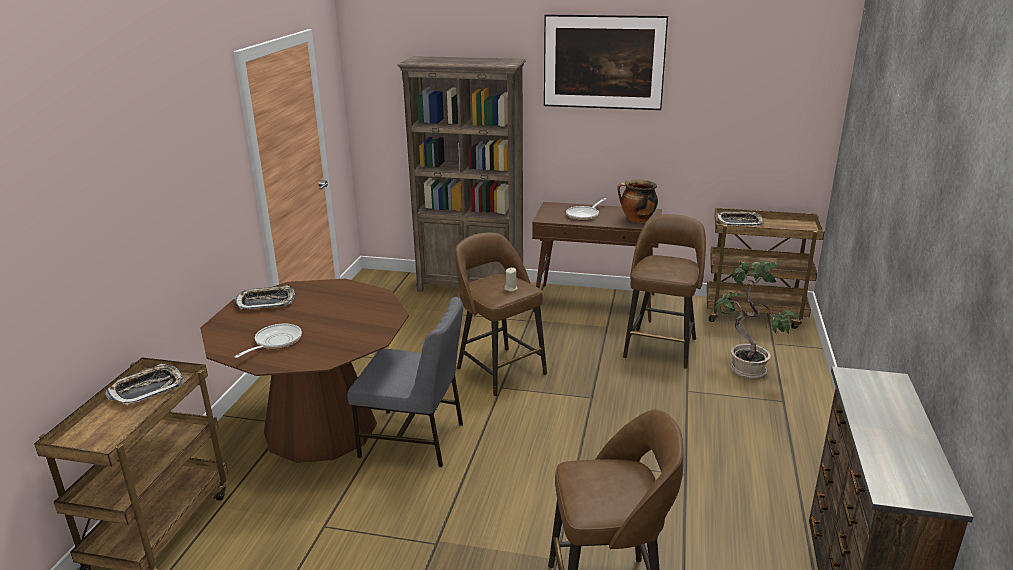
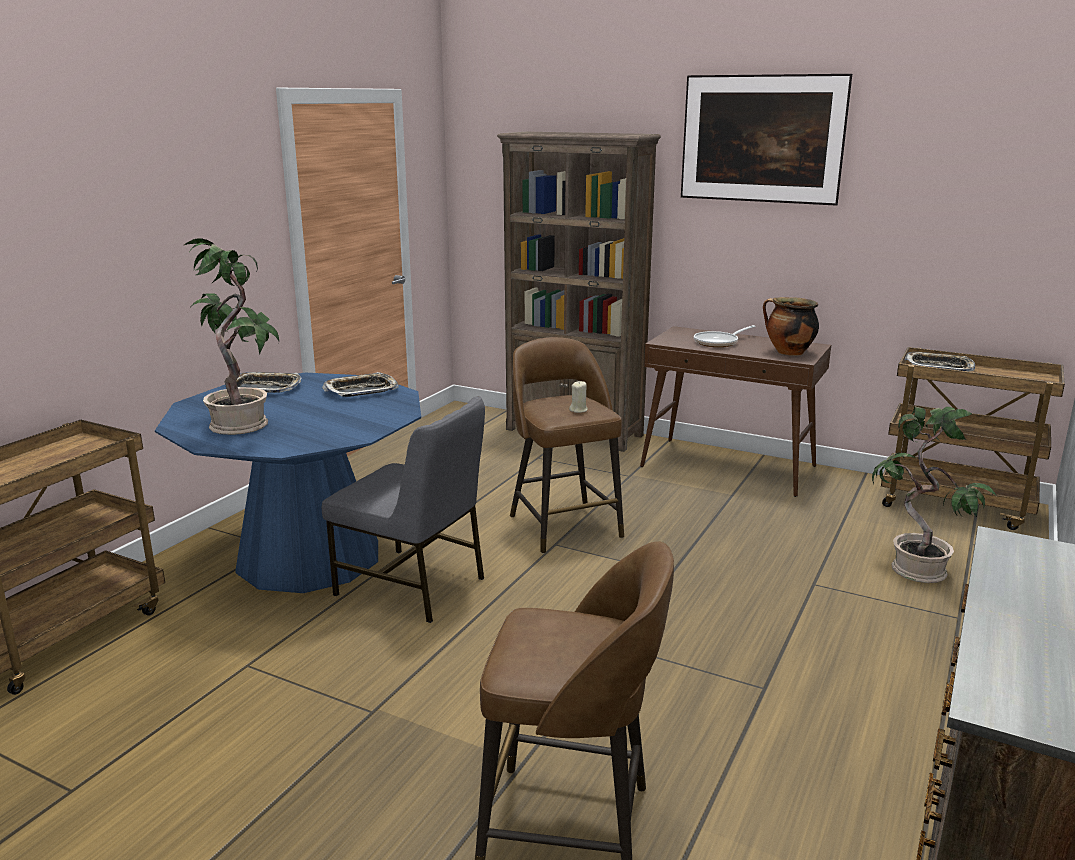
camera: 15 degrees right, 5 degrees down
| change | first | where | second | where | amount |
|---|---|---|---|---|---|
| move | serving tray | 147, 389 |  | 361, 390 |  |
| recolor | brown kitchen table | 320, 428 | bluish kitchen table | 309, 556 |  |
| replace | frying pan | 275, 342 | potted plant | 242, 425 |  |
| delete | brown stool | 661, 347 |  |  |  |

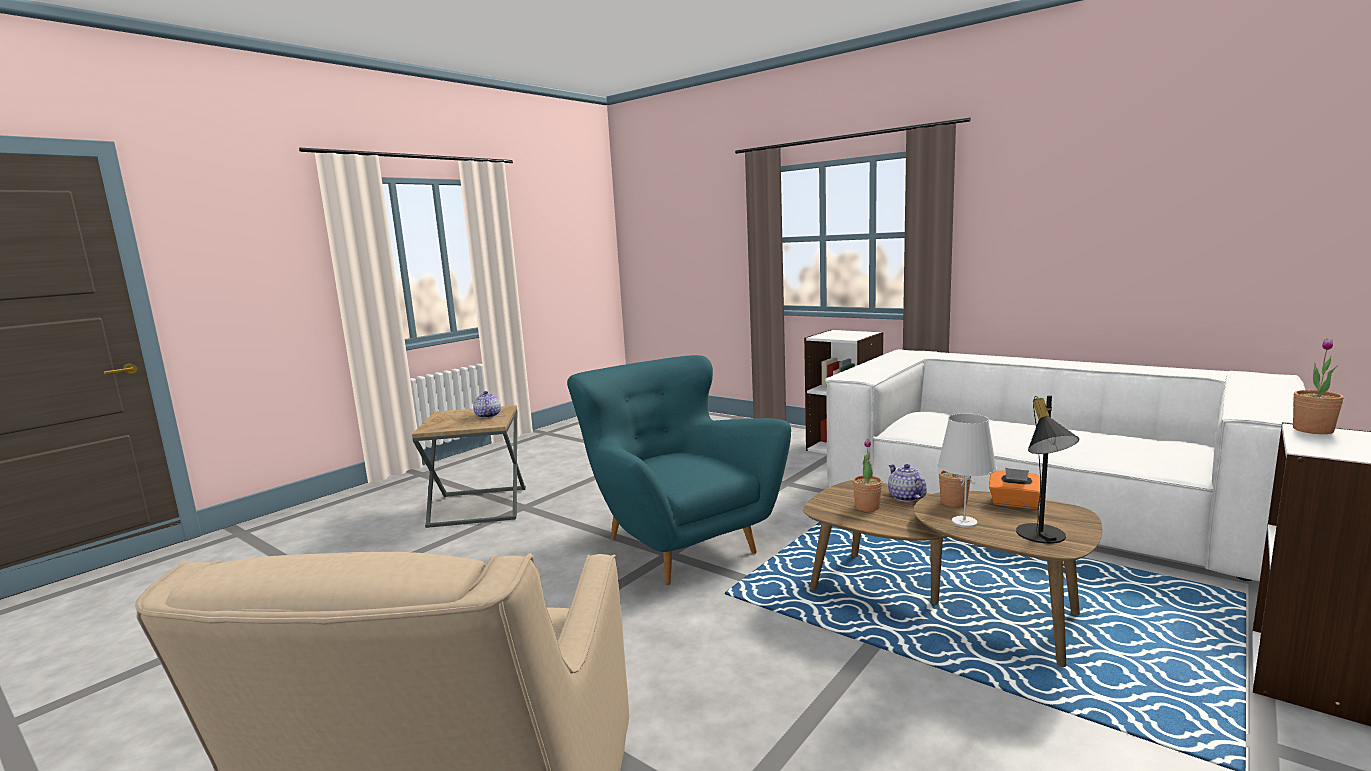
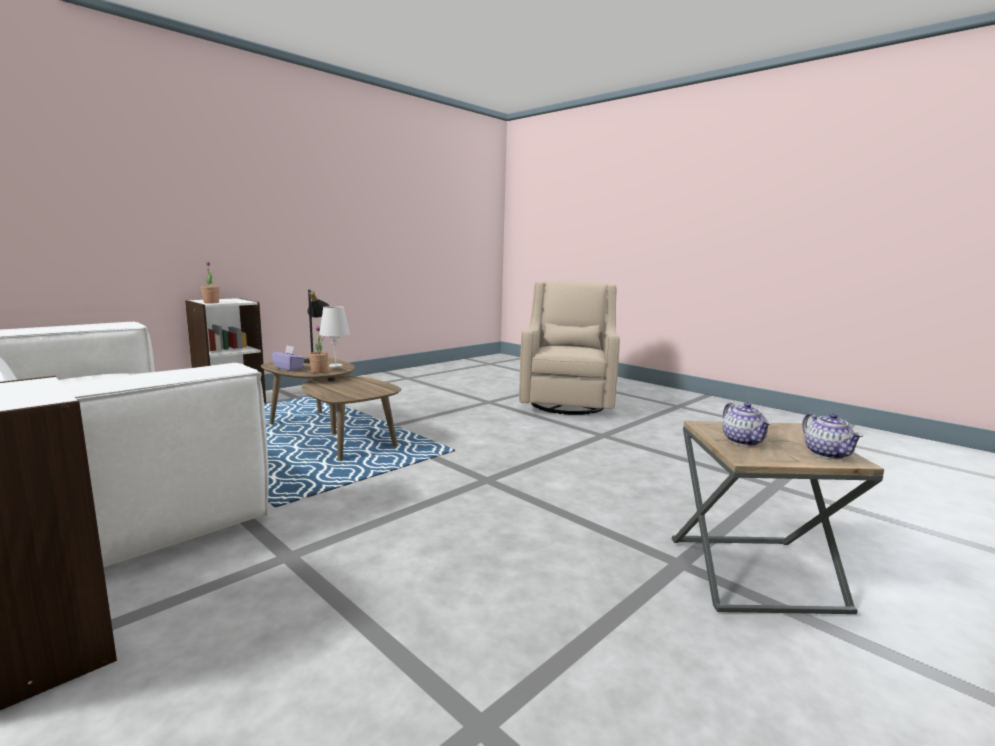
camera: 175 degrees left, 0 degrees up
| change | first | where | second | where | amount |
|---|---|---|---|---|---|
| delete | turquoise armchair | 677, 544 |  |  |  |
| delete | potted plant | 867, 507 |  |  |  |
| move | tea pot | 905, 497 |  | 828, 454 |  |
| recolor | orange tissue holder | 1015, 503 | purplish tissue holder | 289, 368 |  |

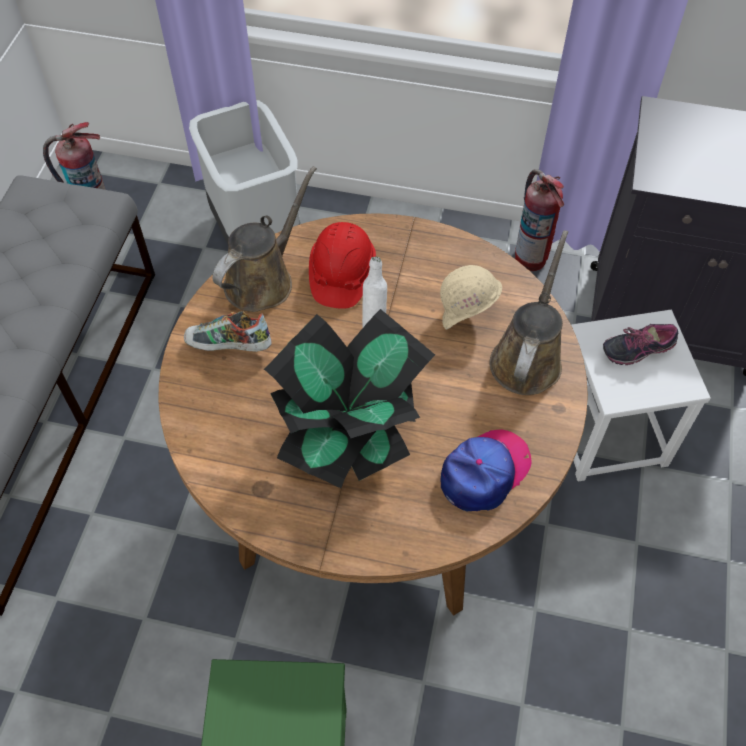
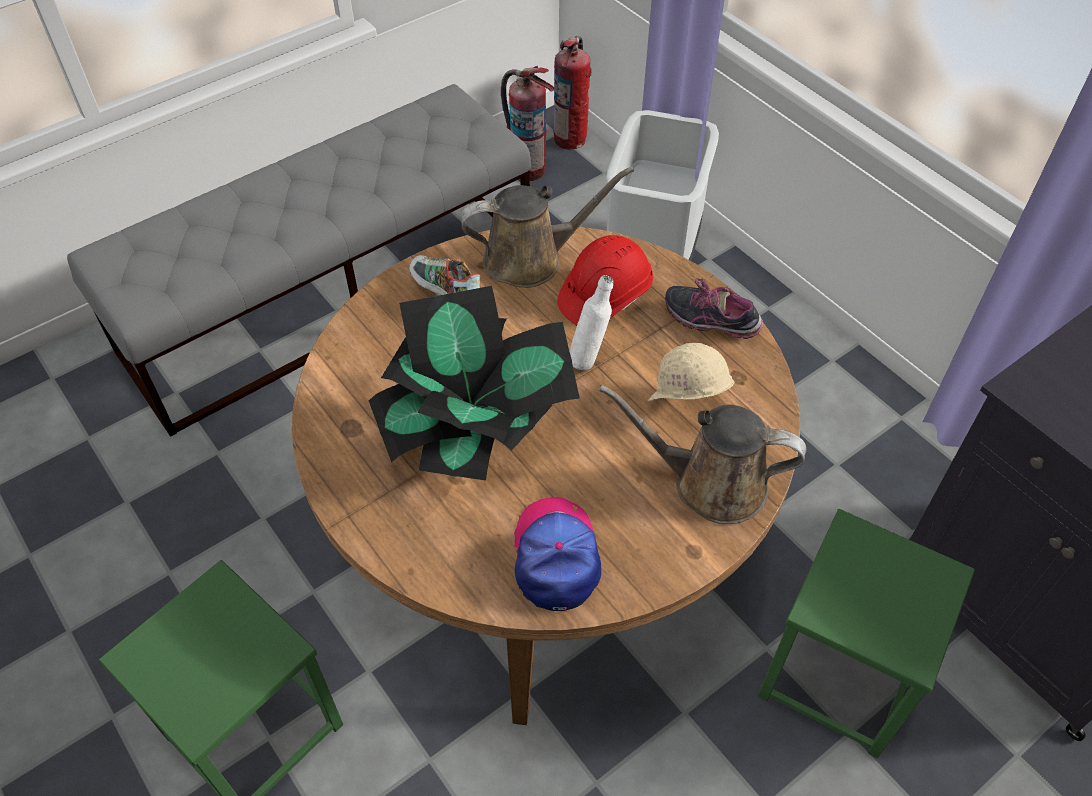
camera: 40 degrees right, 5 degrees down
| change | first | where | second | where | amount |
|---|---|---|---|---|---|
| rotate | cap | 484, 472 |  | 556, 556 | 90 degrees counterclockwise |
| rotate | brown watering pot | 527, 358 |  | 710, 483 | 135 degrees counterclockwise |
| move | extinguisher | 530, 258 |  | 571, 139 |  |
| recolor | white-coloured stool | 609, 432 | green stool | 839, 675 |  |
| move | item of footwear | 637, 350 |  | 711, 321 |  |

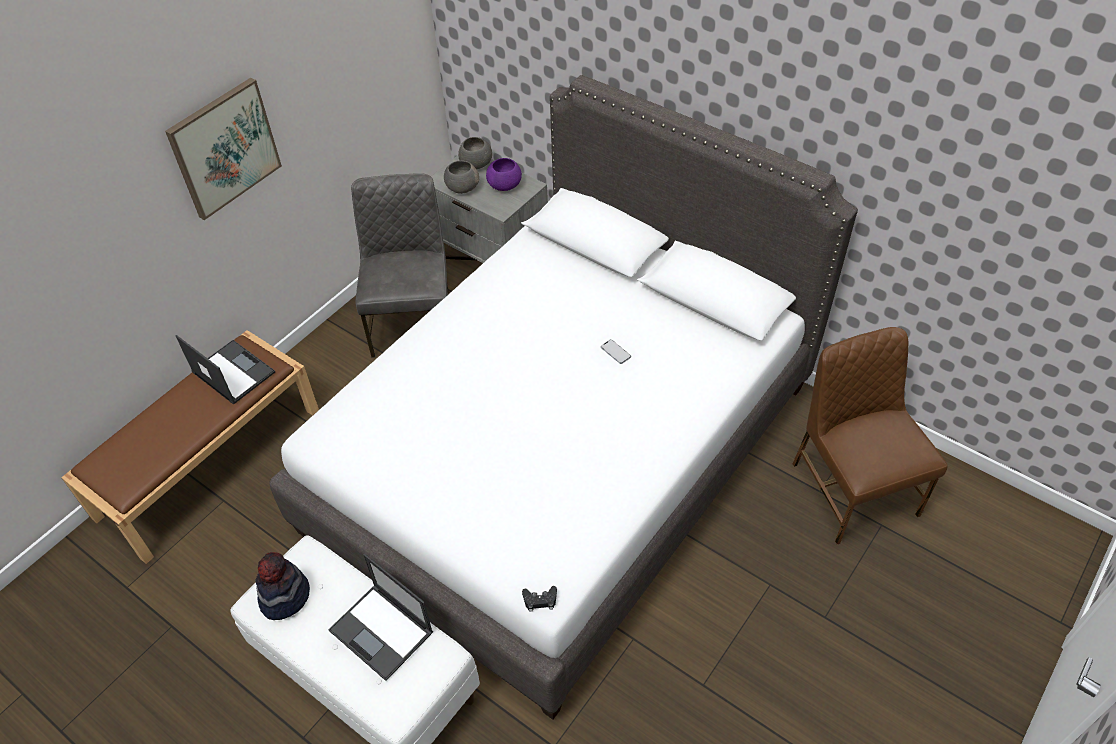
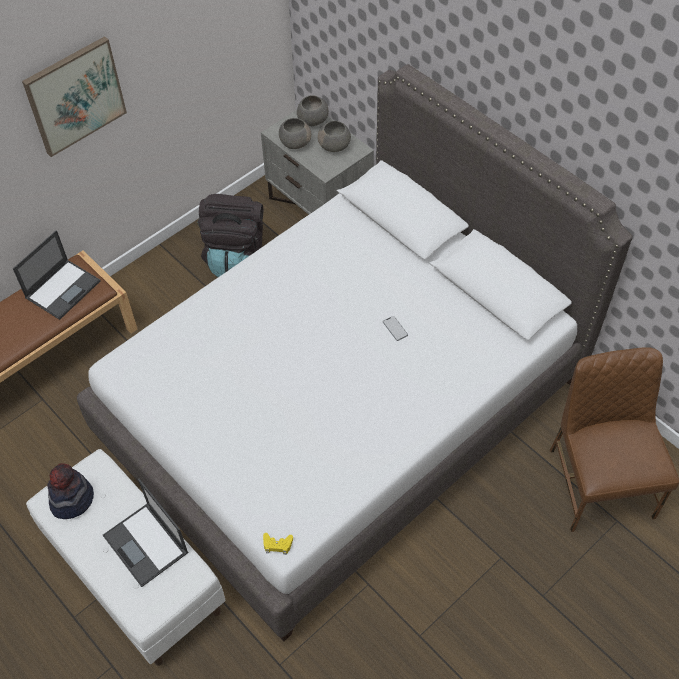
camera: 10 degrees right, 5 degrees up
| change | first | where | second | where | amount |
|---|---|---|---|---|---|
| rotate | laptop | 232, 372 |  | 63, 289 | 75 degrees clockwise |
| replace | grey upright chair | 413, 321 | blackish rucksack | 236, 257 |  |
| recolor | purplish serving bowl | 505, 185 | grey serving bowl | 335, 146 |  |
| recolor | blackish joypad | 540, 600 | yellow joypad | 277, 545 |  |

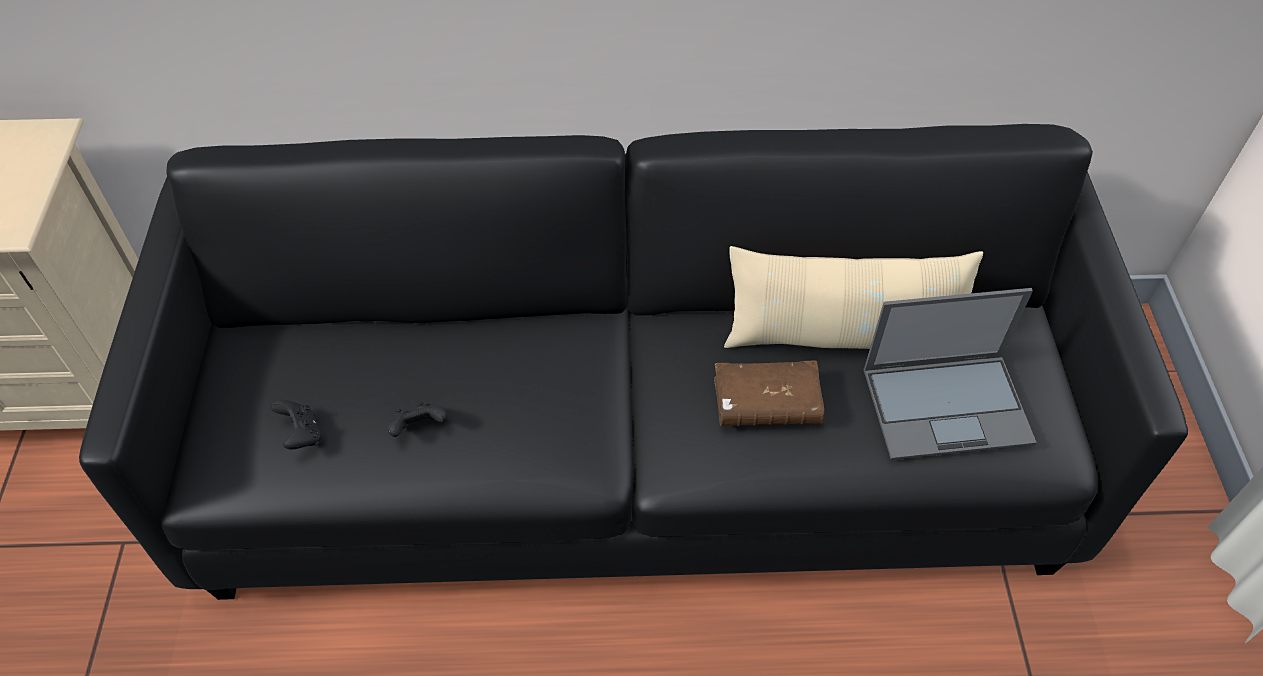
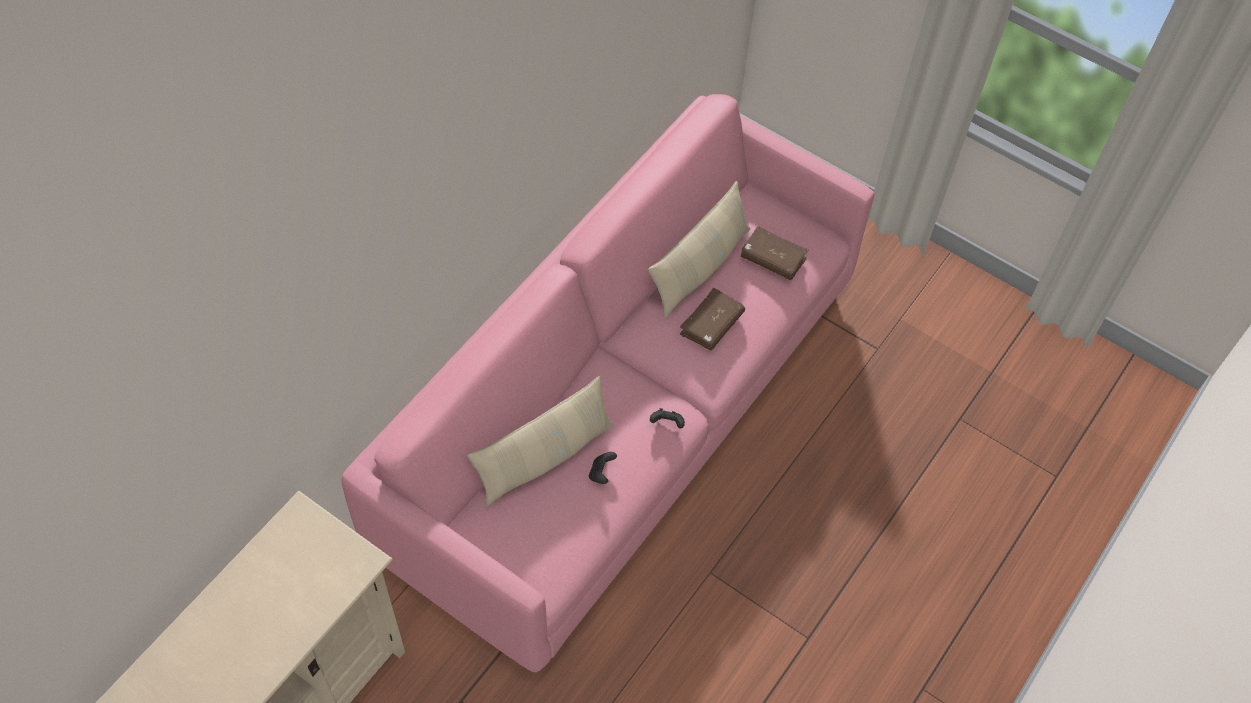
camera: 55 degrees left, 5 degrees up
| change | first | where | second | where | amount |
|---|---|---|---|---|---|
| recolor | blackish settee | 632, 450 | pink-coloured settee | 621, 416 |  |
| move | blackish joypad | 302, 434 |  | 667, 423 |  |
| replace | laptop | 948, 405 | brown volume | 772, 259 |  |
| insert |  |  | beige throw pillow | 544, 458 |  |

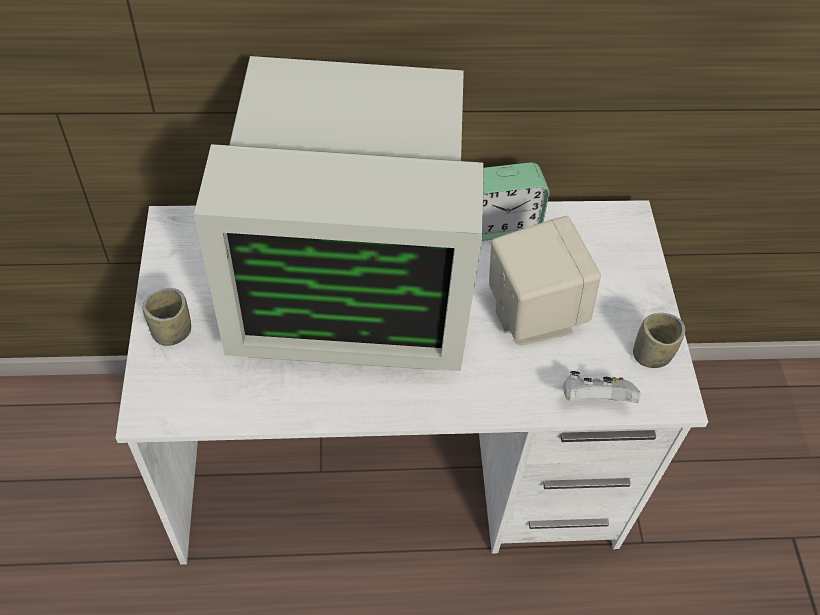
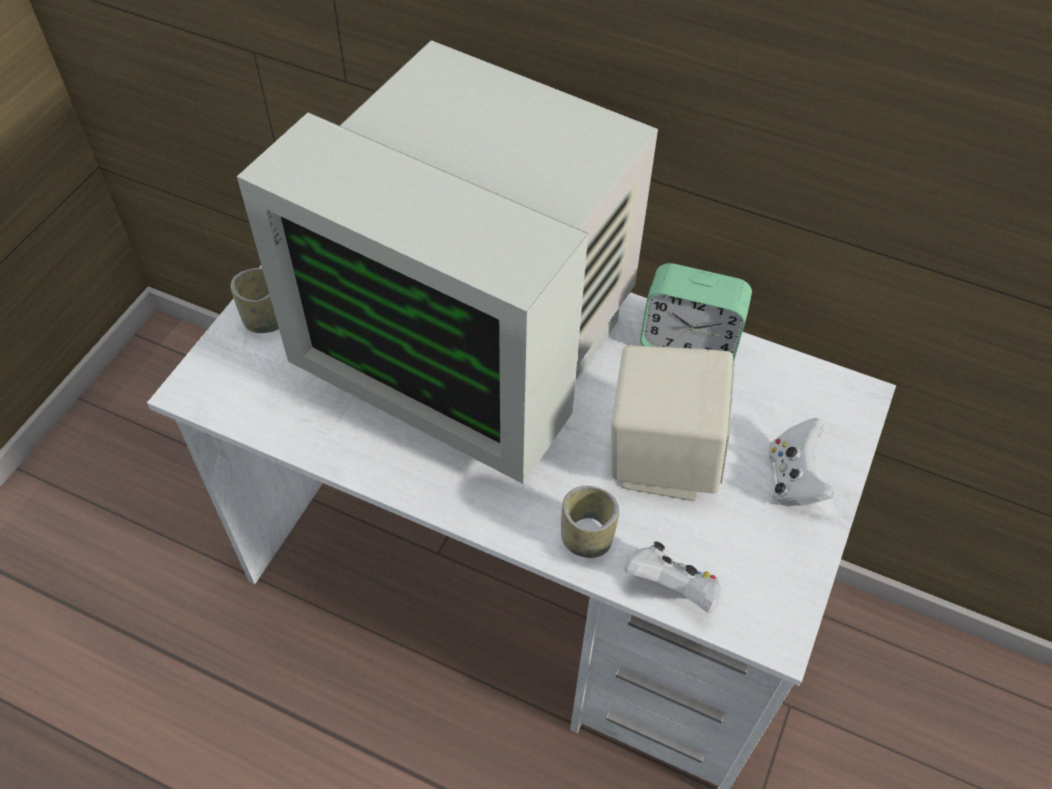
camera: 30 degrees right, 0 degrees up
| change | first | where | second | where | amount |
|---|---|---|---|---|---|
| move | drinking cup | 651, 355 |  | 586, 539 |  |
| insert |  |  | white-coloured joypad | 793, 479 |  |

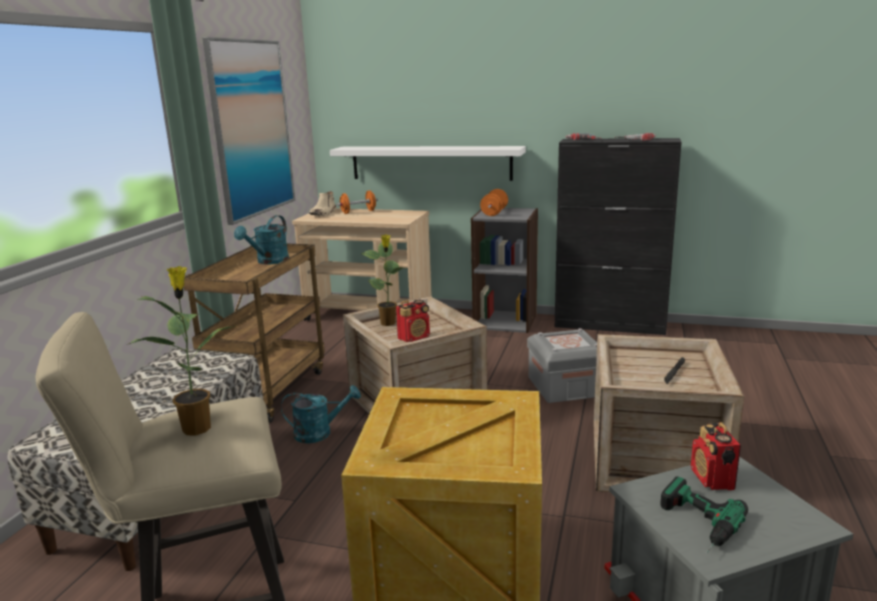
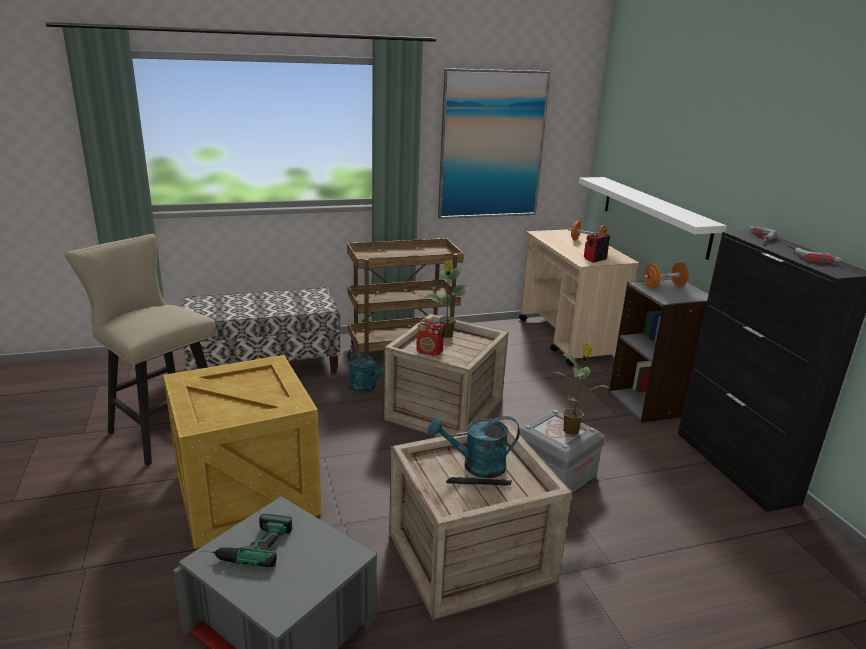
camera: 55 degrees right, 5 degrees up
| change | first | where | second | where | amount |
|---|---|---|---|---|---|
| move | potted plant | 198, 427 |  | 571, 430 |  |
| move | turquoise watering pot | 269, 262 |  | 476, 466 |  |
| delete | beige high-top boot | 324, 213 |  |  |  |
| move | radio | 712, 479 |  | 594, 259 |  |

